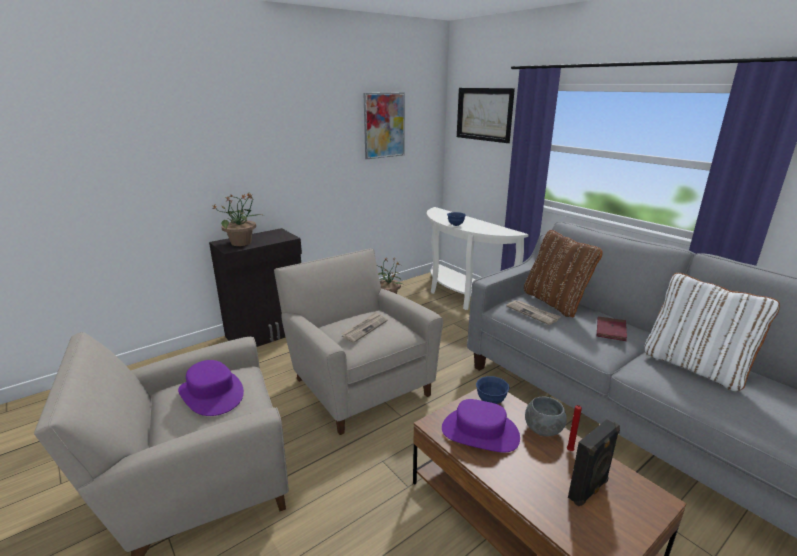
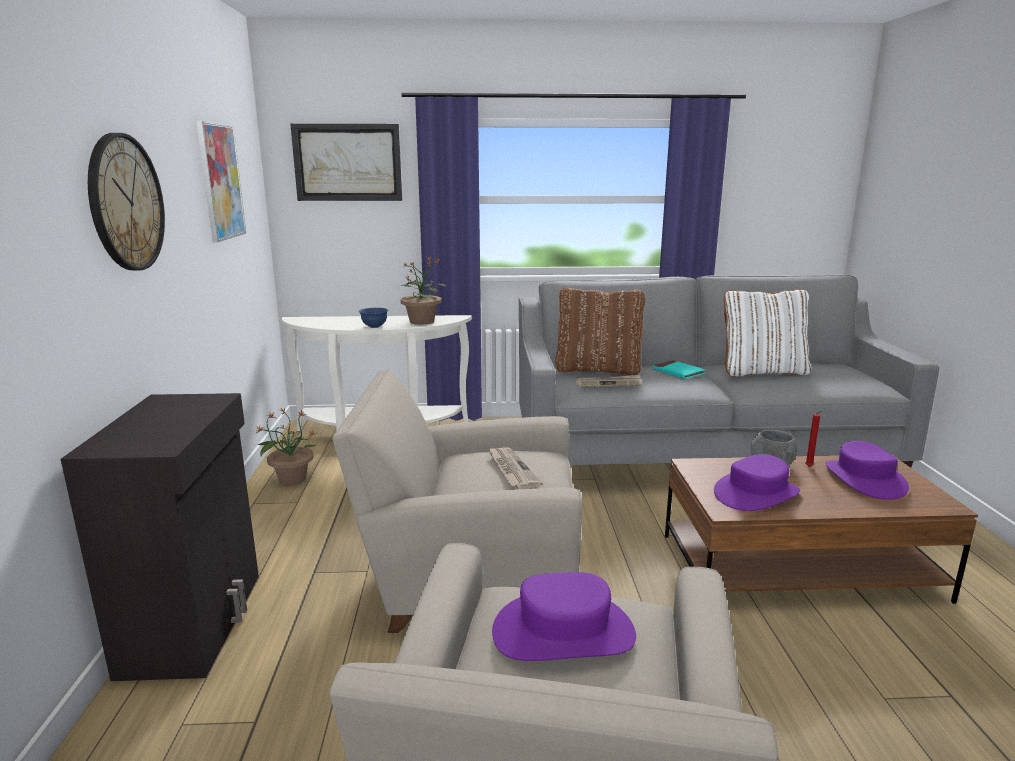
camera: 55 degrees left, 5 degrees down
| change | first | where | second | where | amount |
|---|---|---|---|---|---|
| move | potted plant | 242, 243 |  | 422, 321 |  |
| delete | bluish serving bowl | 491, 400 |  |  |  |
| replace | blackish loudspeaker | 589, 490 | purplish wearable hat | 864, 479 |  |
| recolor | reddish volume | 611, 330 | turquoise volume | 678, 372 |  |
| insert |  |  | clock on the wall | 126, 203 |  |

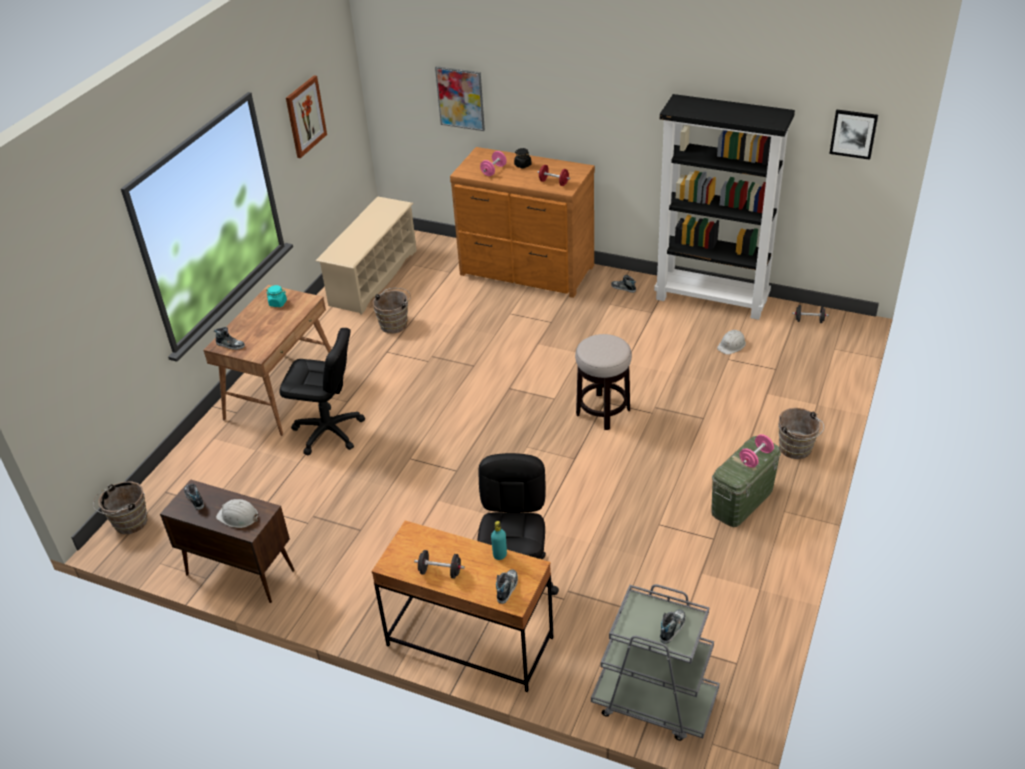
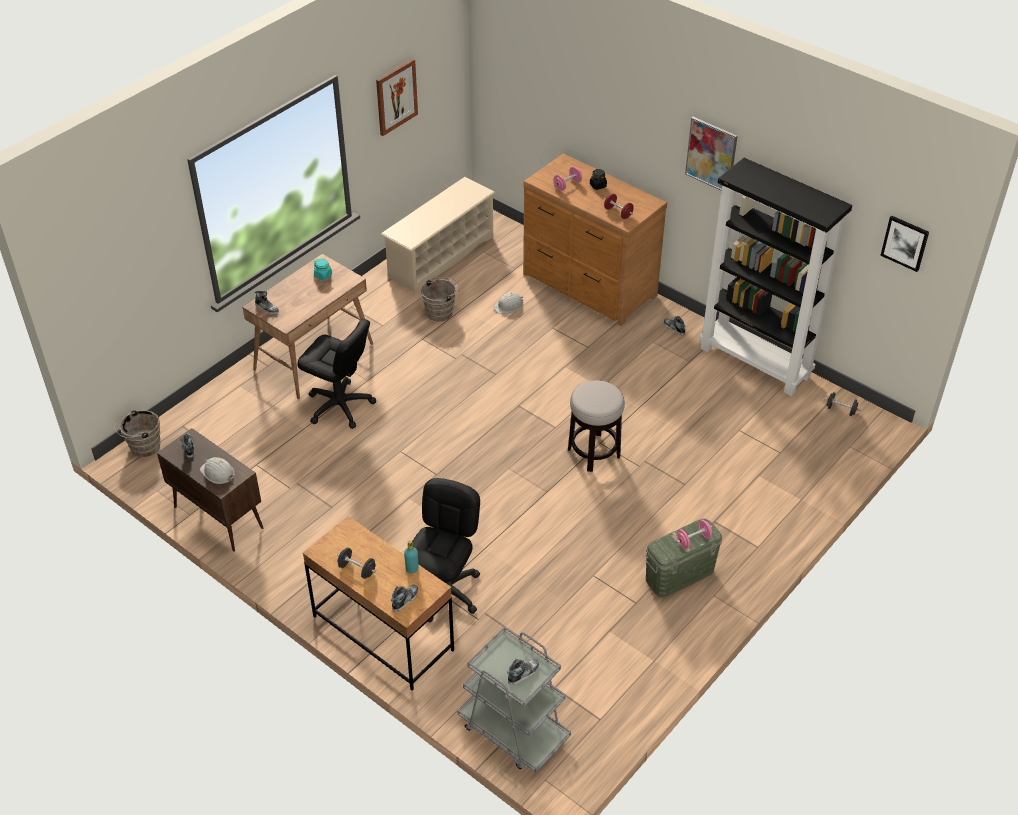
camera: 15 degrees right, 5 degrees up
| change | first | where | second | where | amount |
|---|---|---|---|---|---|
| move | picture | 460, 98 |  | 711, 154 |  |
| move | white-coloured work helmet | 731, 345 |  | 509, 306 |  |
| delete | brown water bucket | 796, 450 |  |  |  |

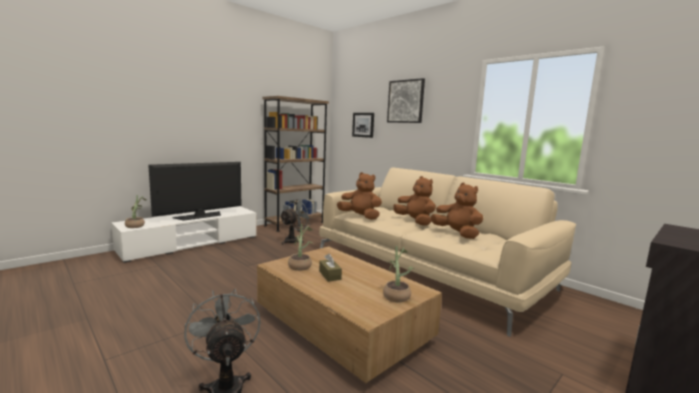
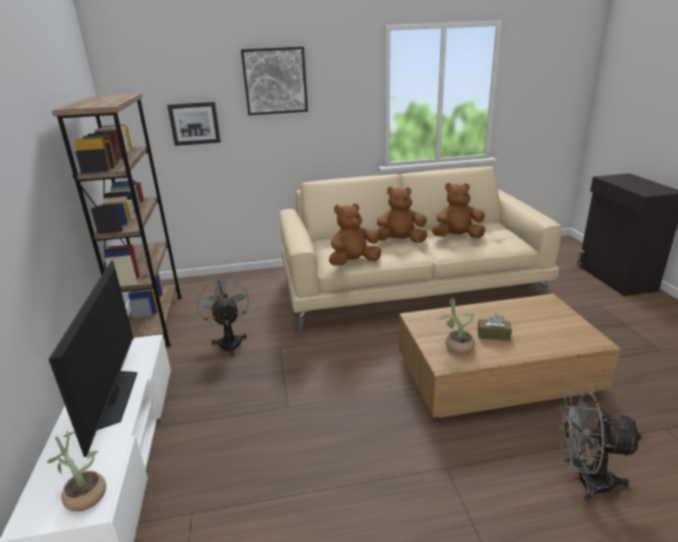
camera: 55 degrees left, 15 degrees up
| change | first | where | second | where | amount |
|---|---|---|---|---|---|
| delete | potted plant | 396, 295 |  |  |  |

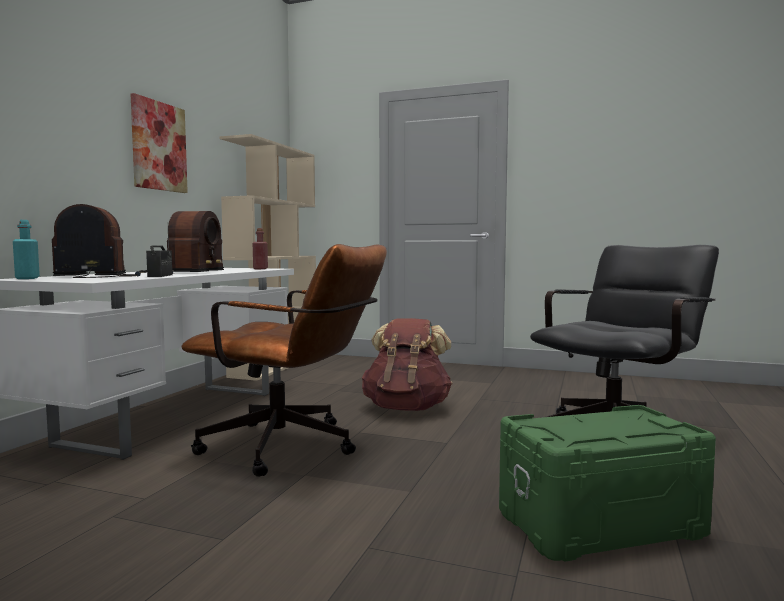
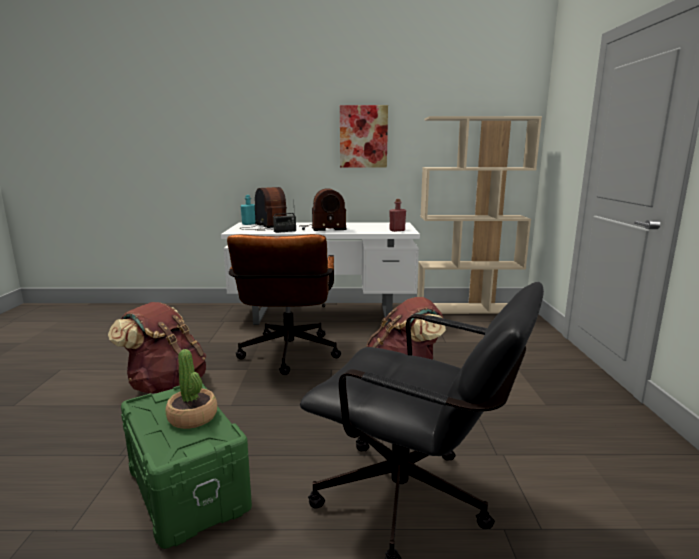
camera: 70 degrees right, 10 degrees up
| change | first | where | second | where | amount |
|---|---|---|---|---|---|
| insert |  |  | brown rucksack | 167, 385 |  |
| insert |  |  | potted plant | 193, 417 |  |

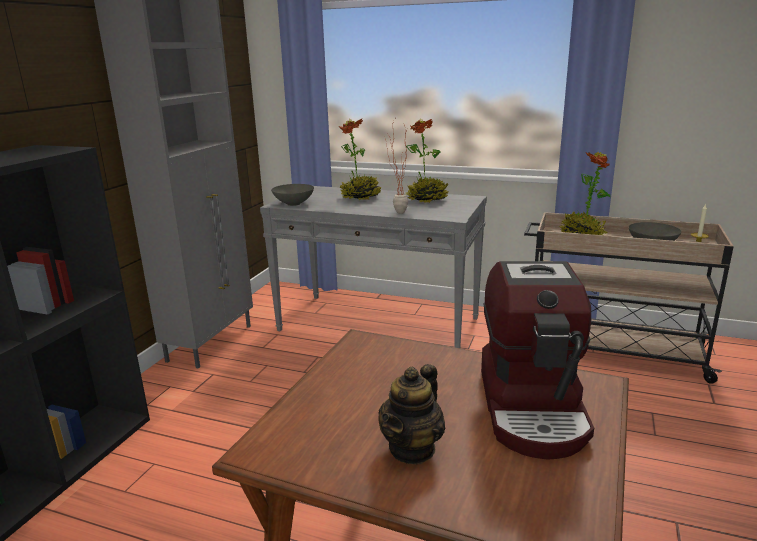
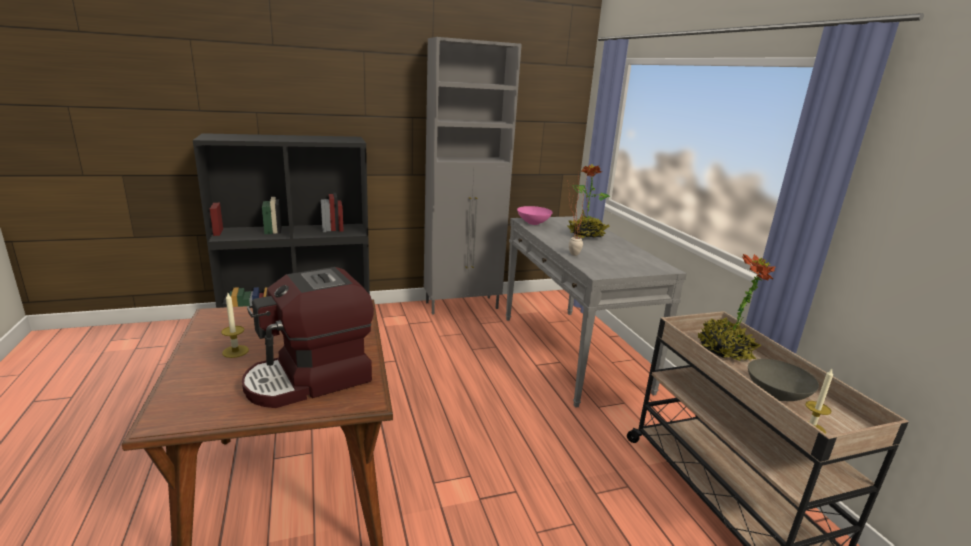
camera: 50 degrees right, 0 degrees up
| change | first | where | second | where | amount |
|---|---|---|---|---|---|
| recolor | grey serving bowl | 294, 204 | pink-coloured serving bowl | 534, 223 |  |
| replace | tea pot | 412, 448 | wax candle | 235, 351 |  |
| delete | potted plant | 427, 200 |  |  |  |

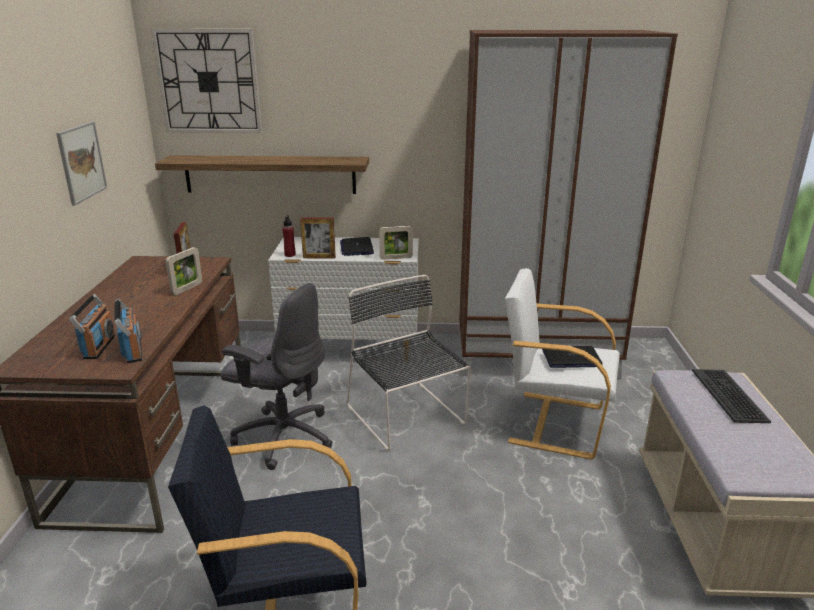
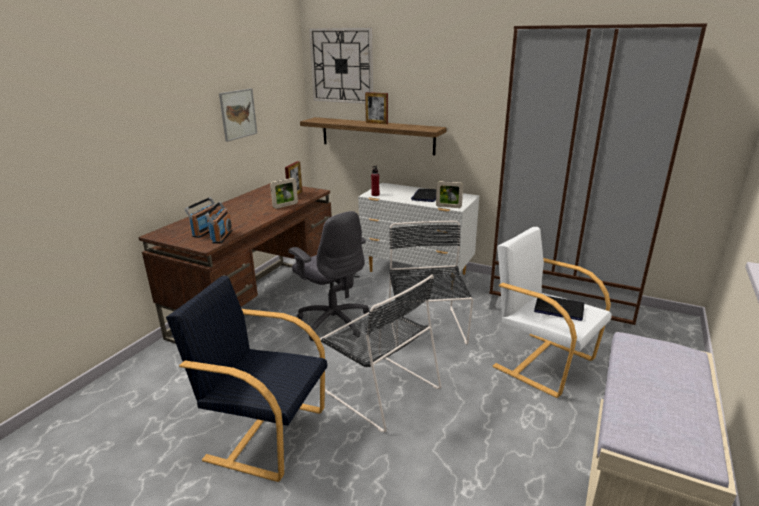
camera: 25 degrees right, 0 degrees up
| change | first | where | second | where | amount |
|---|---|---|---|---|---|
| move | photo frame | 319, 257 |  | 376, 123 |  |
| delete | keyboard | 729, 395 |  |  |  |
| insert |  |  | blackish upright chair | 379, 388 |  |

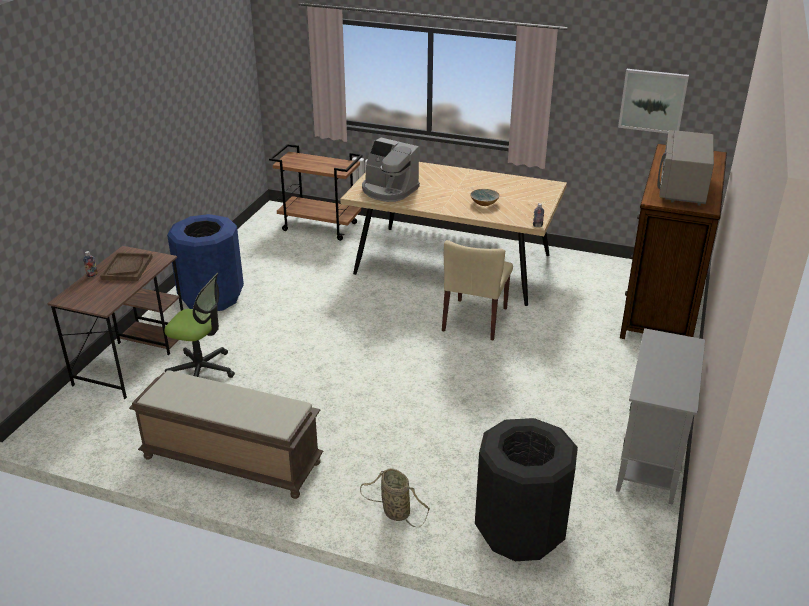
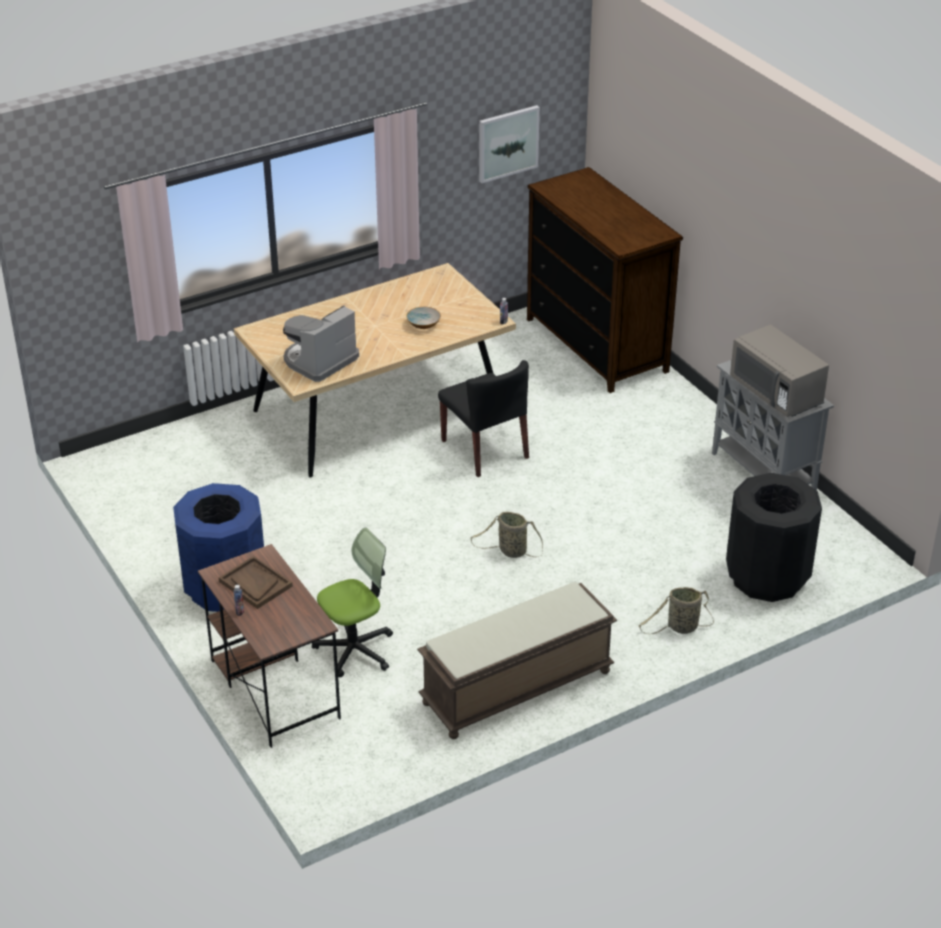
camera: 50 degrees left, 5 degrees up
| change | first | where | second | where | amount |
|---|---|---|---|---|---|
| delete | brown wheeled cart | 321, 227 |  |  |  |
| rotate | coffee machine | 389, 190 |  | 319, 361 | 150 degrees clockwise |
| recolor | beige upright chair | 475, 319 | blackish upright chair | 485, 449 |  |
| move | grey kitchen microwave | 682, 188 |  | 776, 393 |  |
| insert |  |  | basket | 510, 551 |  |

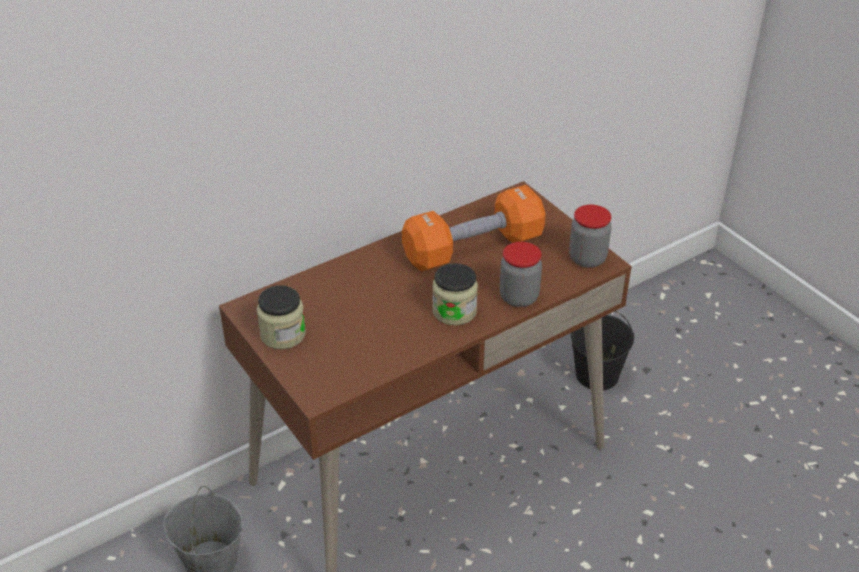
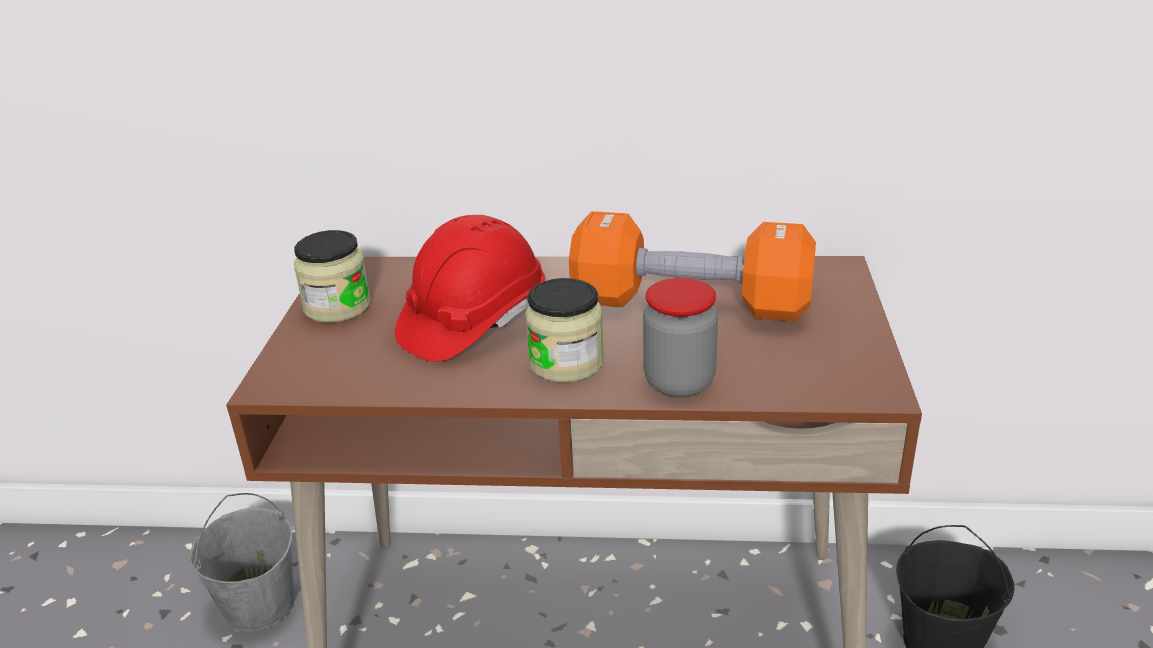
camera: 40 degrees right, 10 degrees down
| change | first | where | second | where | amount |
|---|---|---|---|---|---|
| delete | preserve jar | 587, 258 |  |  |  |
| insert |  |  | reddish work helmet | 473, 322 |  |

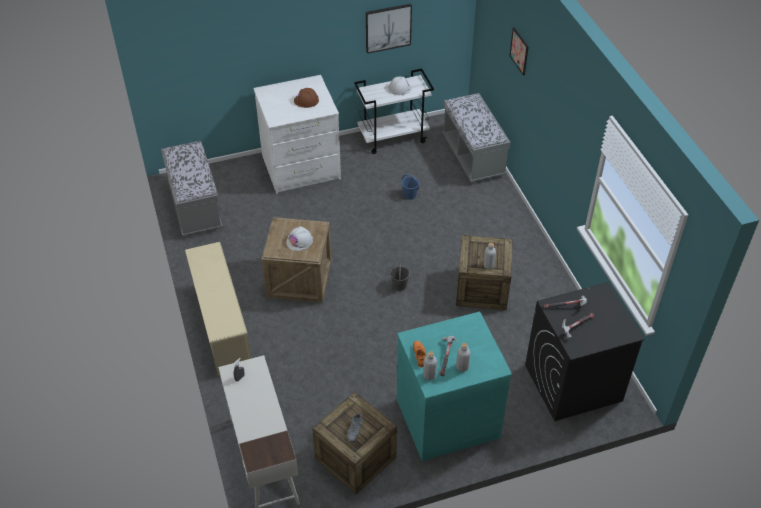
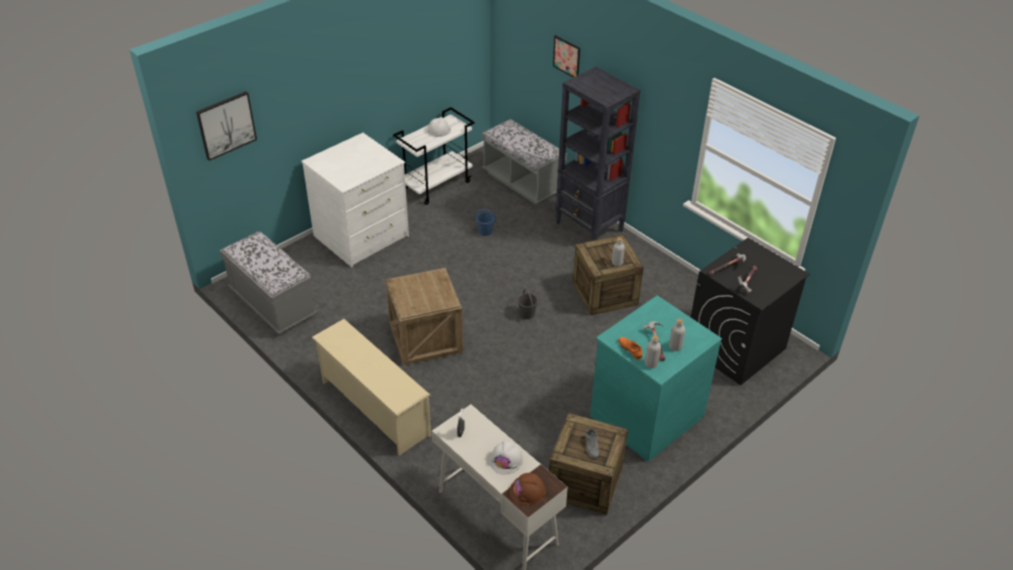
camera: 25 degrees left, 5 degrees down
| change | first | where | second | where | amount |
|---|---|---|---|---|---|
| move | white-coloured work helmet | 299, 241 |  | 506, 460 |  |
| move | brown work helmet | 306, 100 |  | 527, 491 |  |
| move | picture | 388, 27 |  | 226, 125 |  |
| insert |  |  | blackish bookcase | 589, 227 |  |

